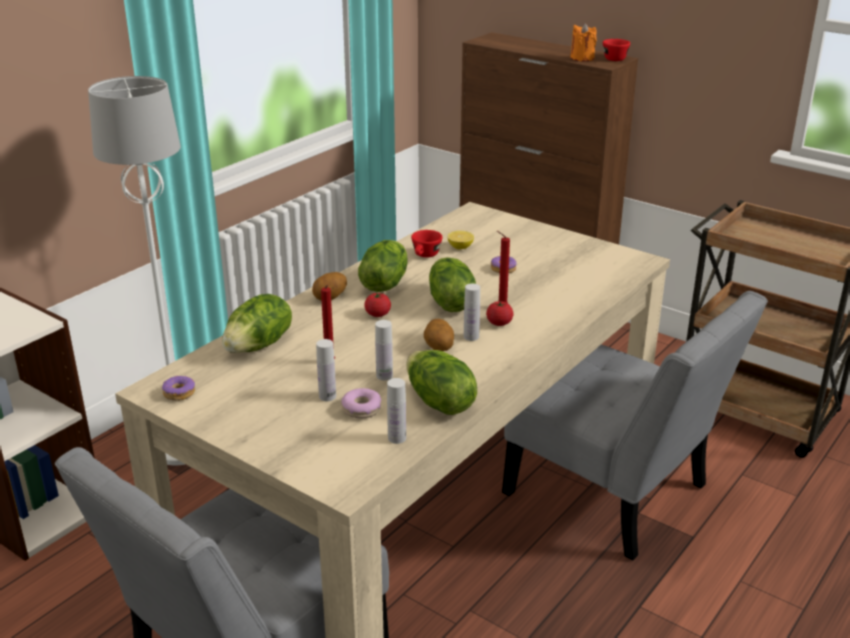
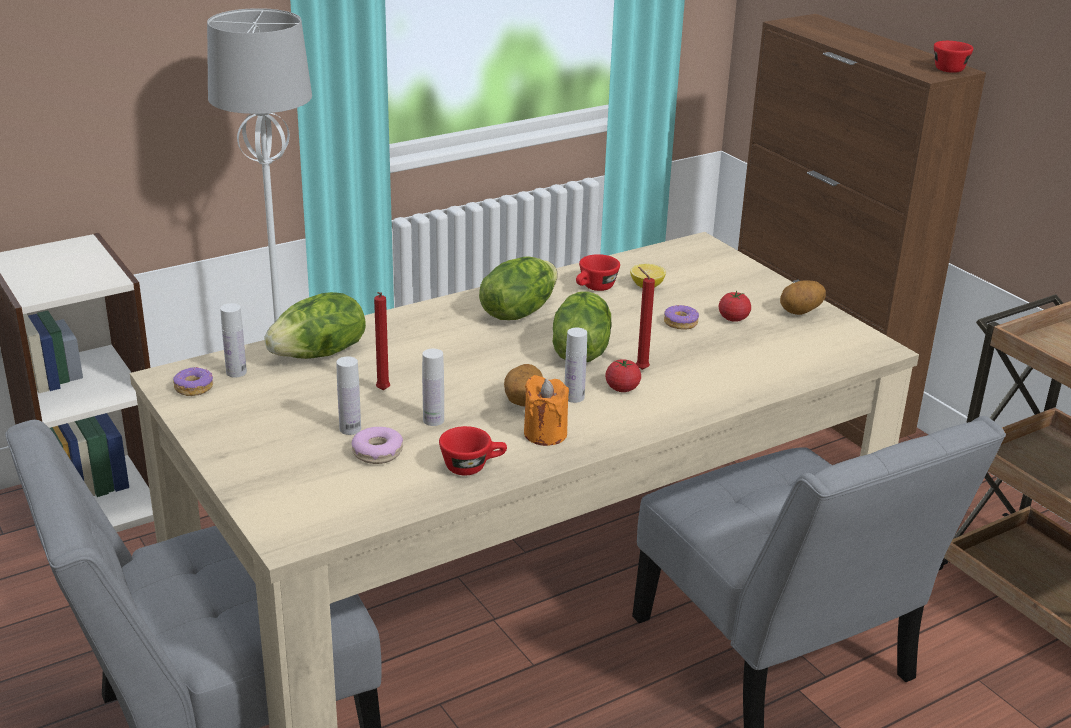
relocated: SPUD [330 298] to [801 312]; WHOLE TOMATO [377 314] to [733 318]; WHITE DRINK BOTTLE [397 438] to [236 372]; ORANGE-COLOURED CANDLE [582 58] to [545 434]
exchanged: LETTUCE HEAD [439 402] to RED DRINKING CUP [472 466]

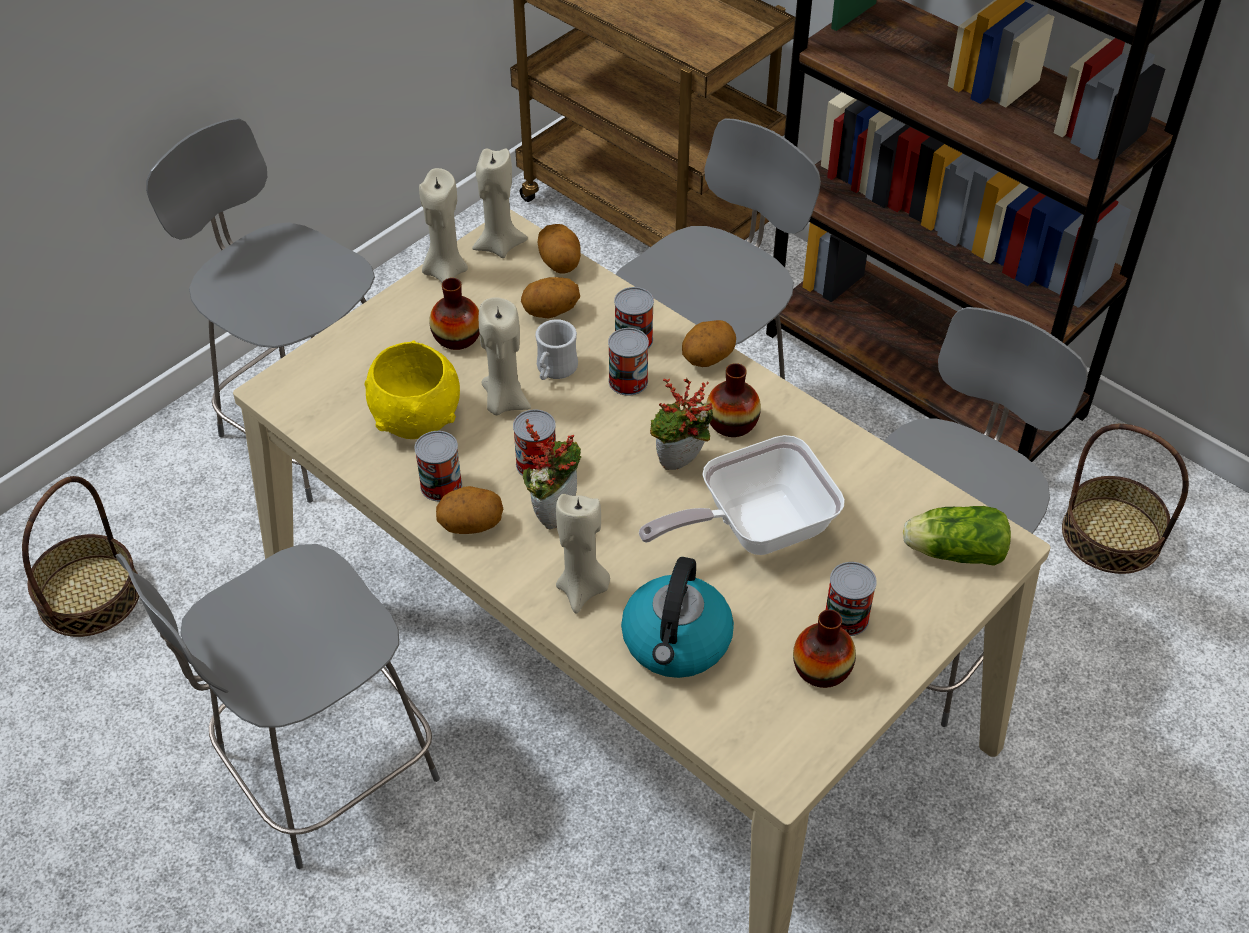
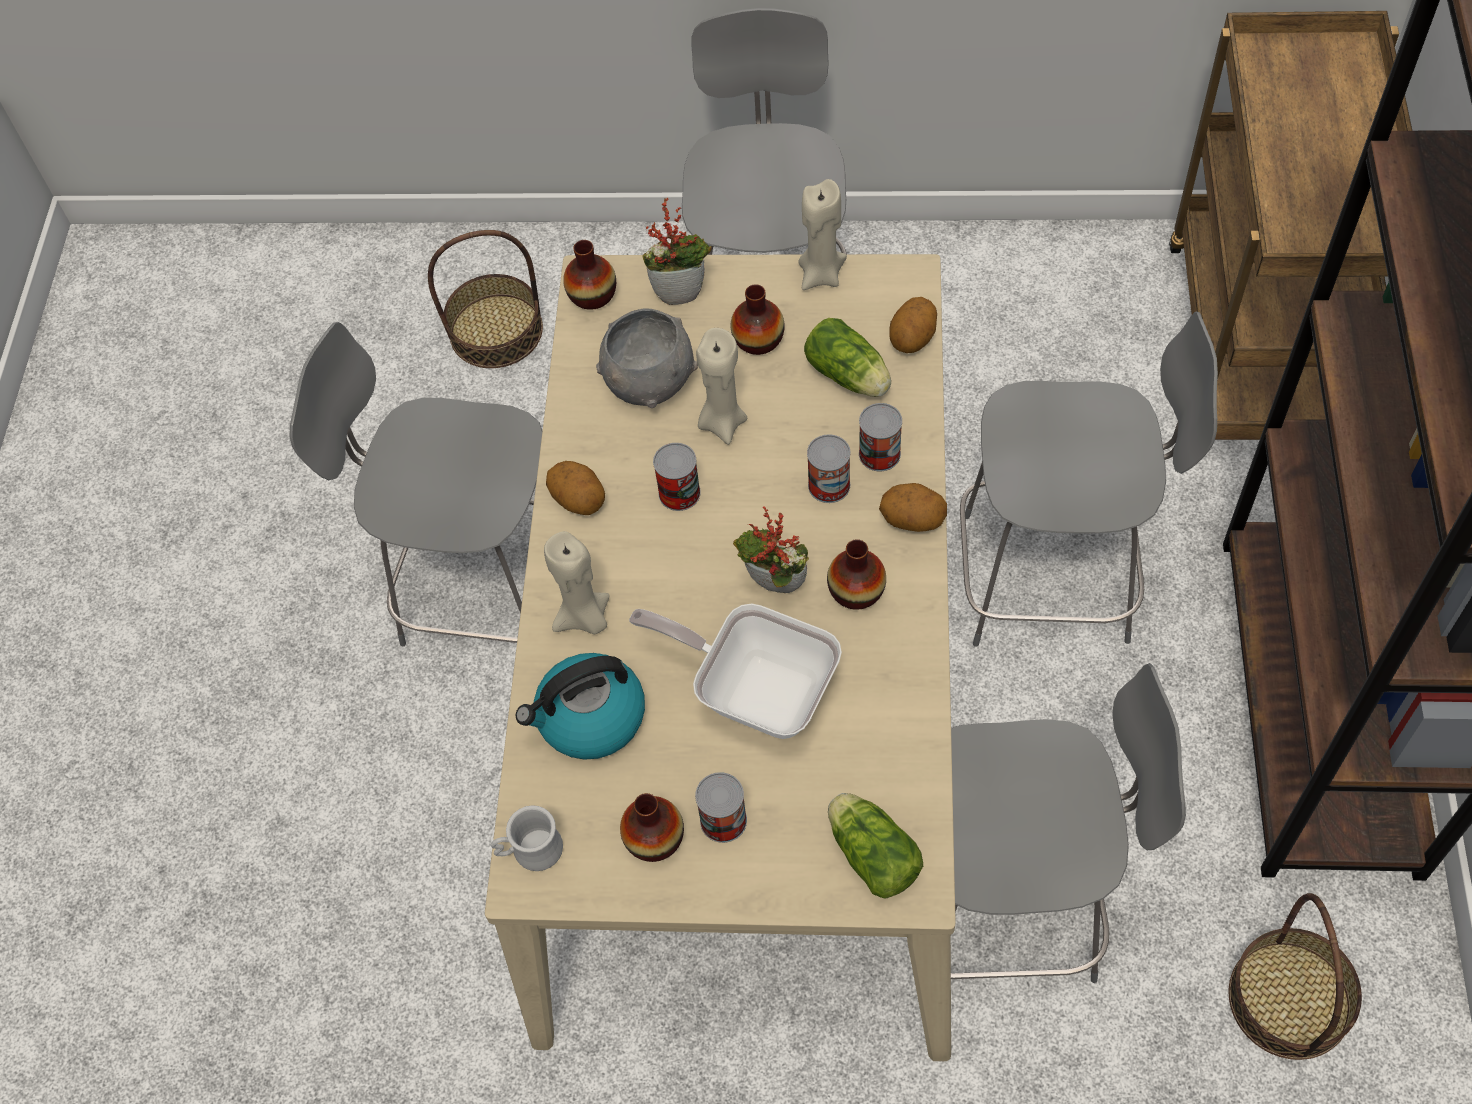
missing: SEALED CAN [441 485]; SAND-COLOURED CANDLE [499 245]
appeared: FLOWER VASE [592 295]
relocated: PLANT IN A POT [554 511] to [681 292]; WHITE COFFEE MUG [554 371] to [530 851]
exchanged: SPUD [551 313] to LETTUCE HEAD [850 377]
colour: YELLOW-COLOURED DEEP DISH [417 417] to GREYISH DEEP DISH [651 382]

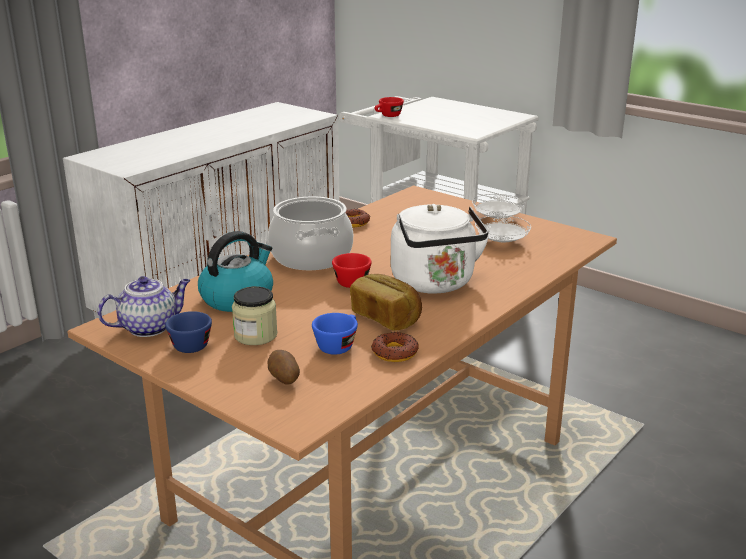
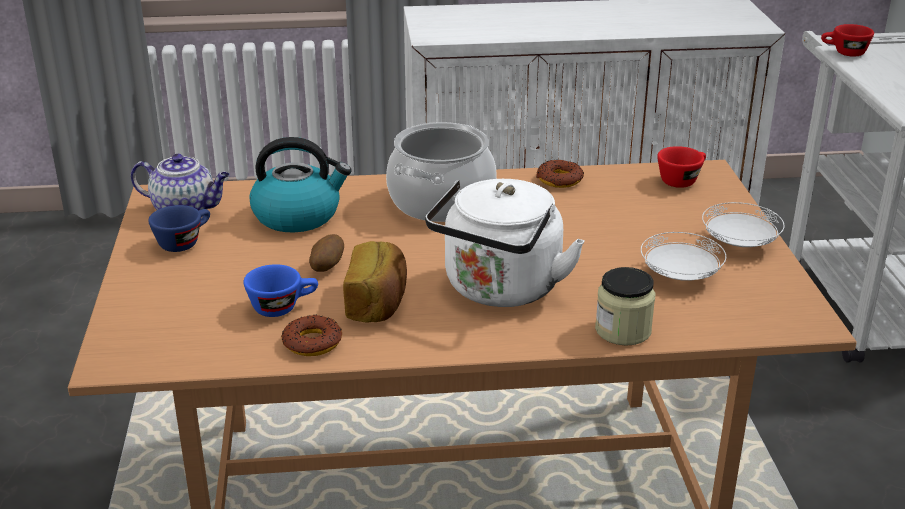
relocated: JAR [255 335] to [623 330]; SPUD [283 379] to [327 266]; RED DRINKING CUP [352 281] to [682 180]

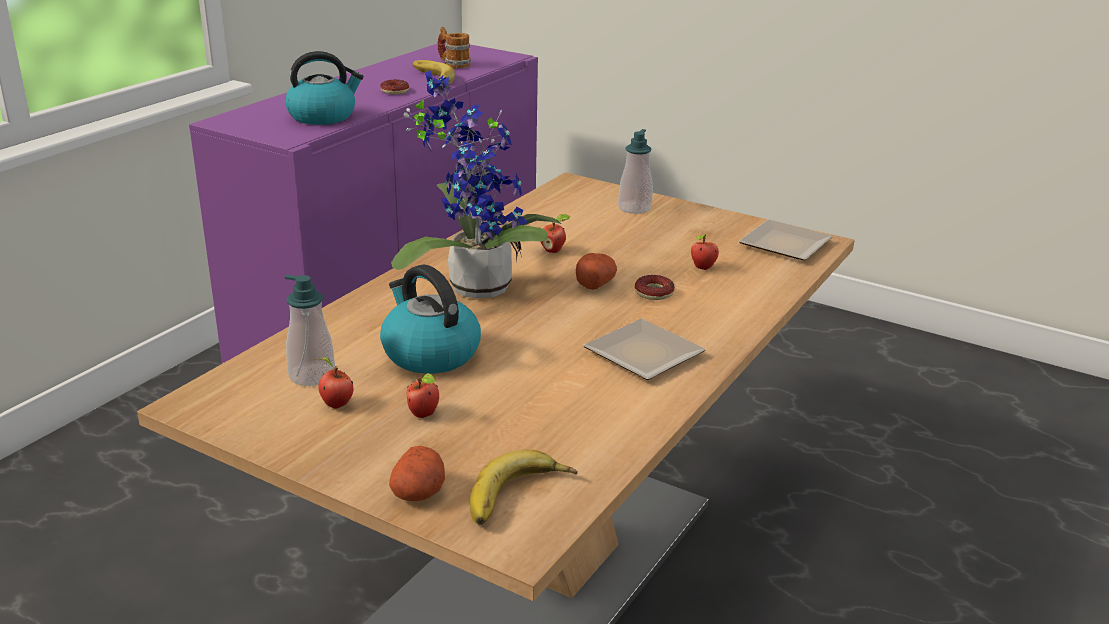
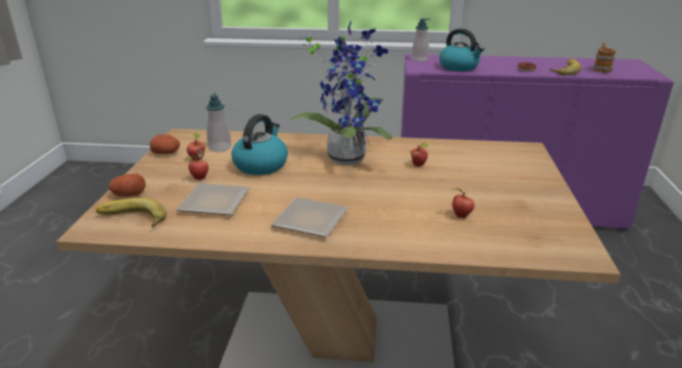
missing: DONUT [654 293]
relocated: SPUD [595 283] to [167 153]; SOAP BOTTLE [634 208] to [419 59]; PLATE [786 246] to [212 203]

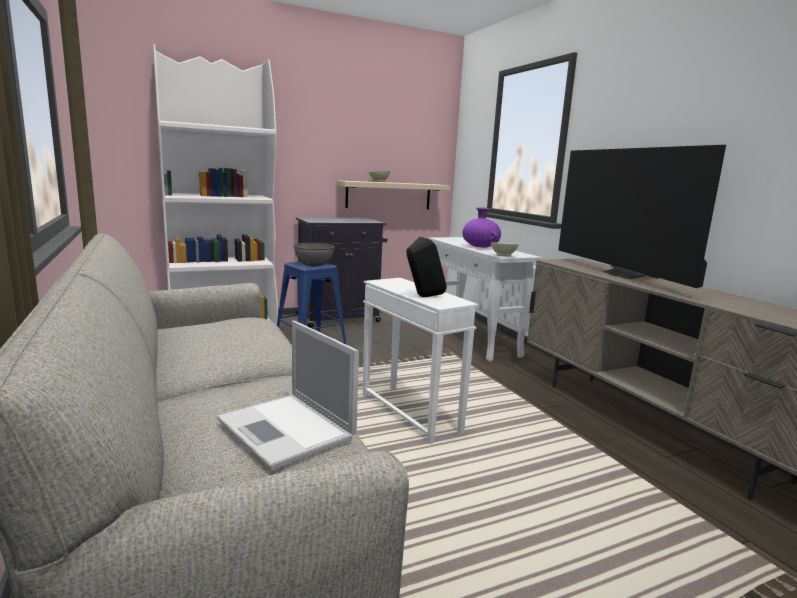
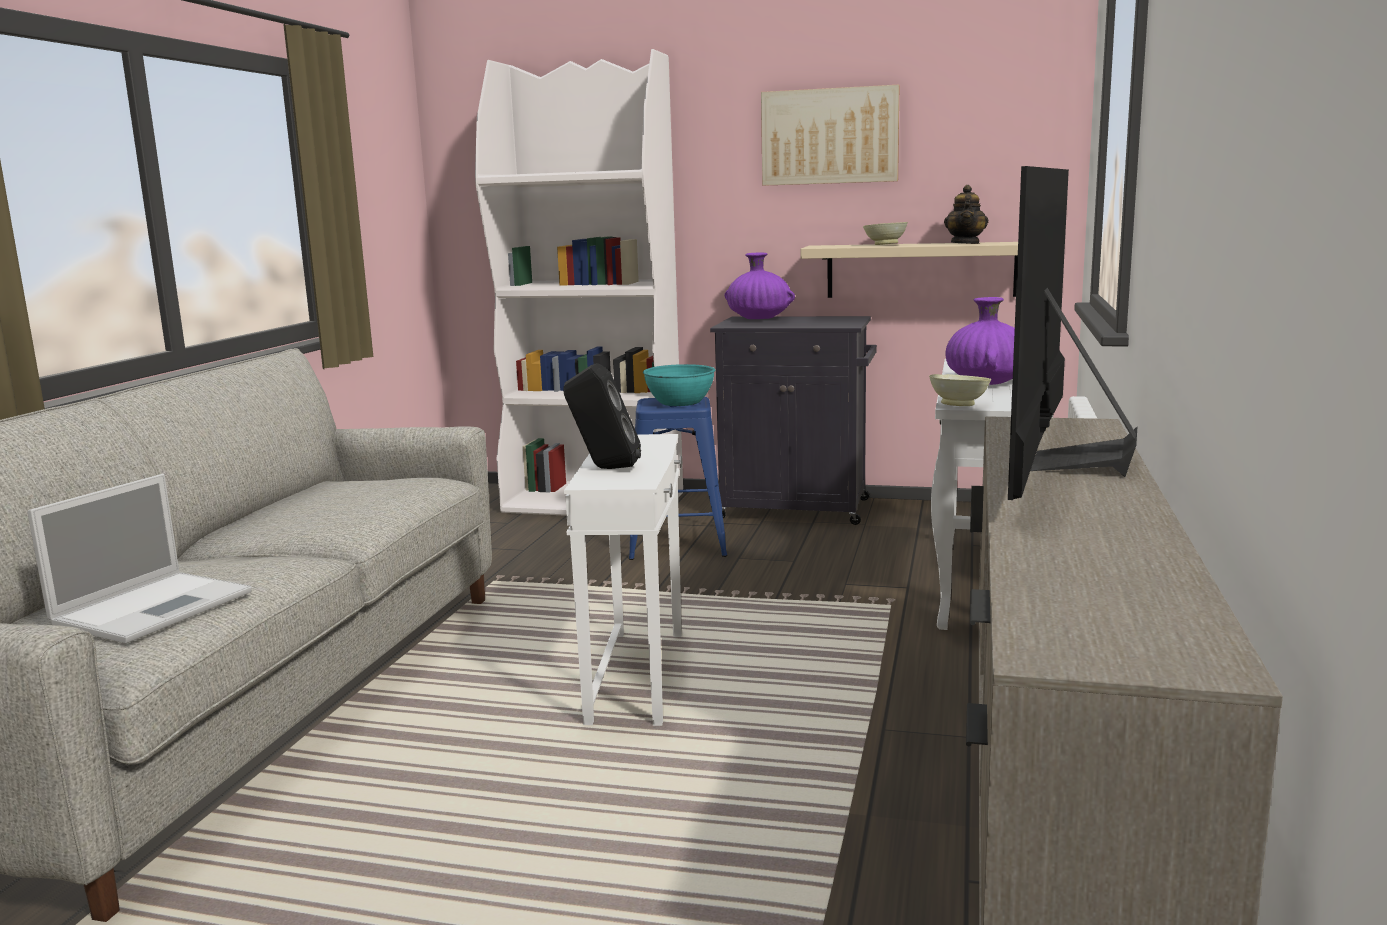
appeared: PURPLISH FLOWER VASE [759 319]; PICTURE [829 136]; TEAPOT [965 243]
colour: GREYISH DEEP DISH [314 264] to TURQUOISE-COLOURED DEEP DISH [680 402]
spun: LAPTOP [287 430] = [155 607] 150 degrees counterclockwise

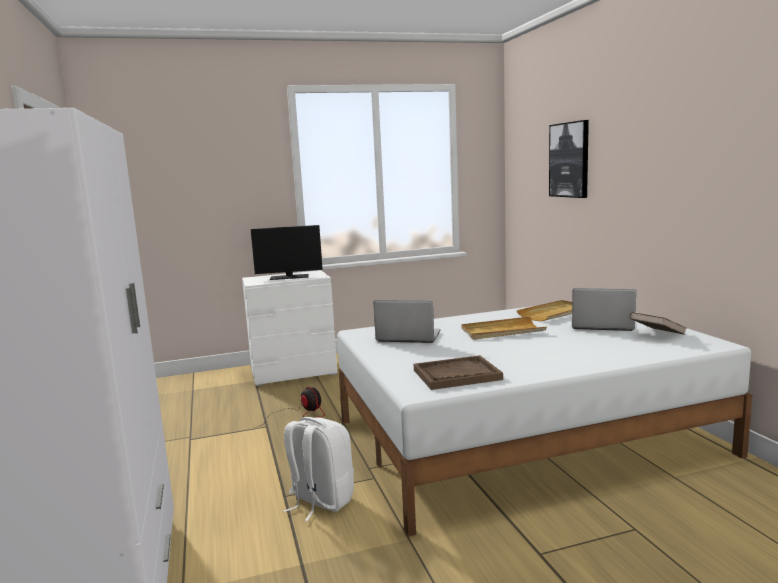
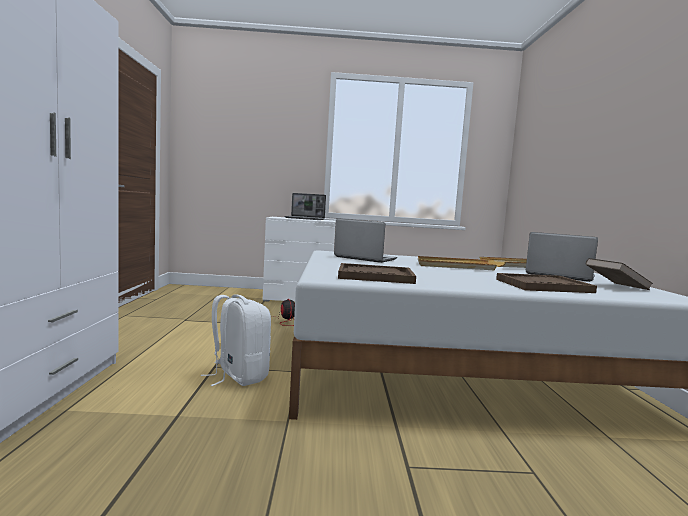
missing: PICTURE [569 160]
appeared: BROWN-COLOURED CARRYING TRAY [543 286]
exchanged: COMPUTER DISPLAY [289 277] to LAPTOP [305 219]

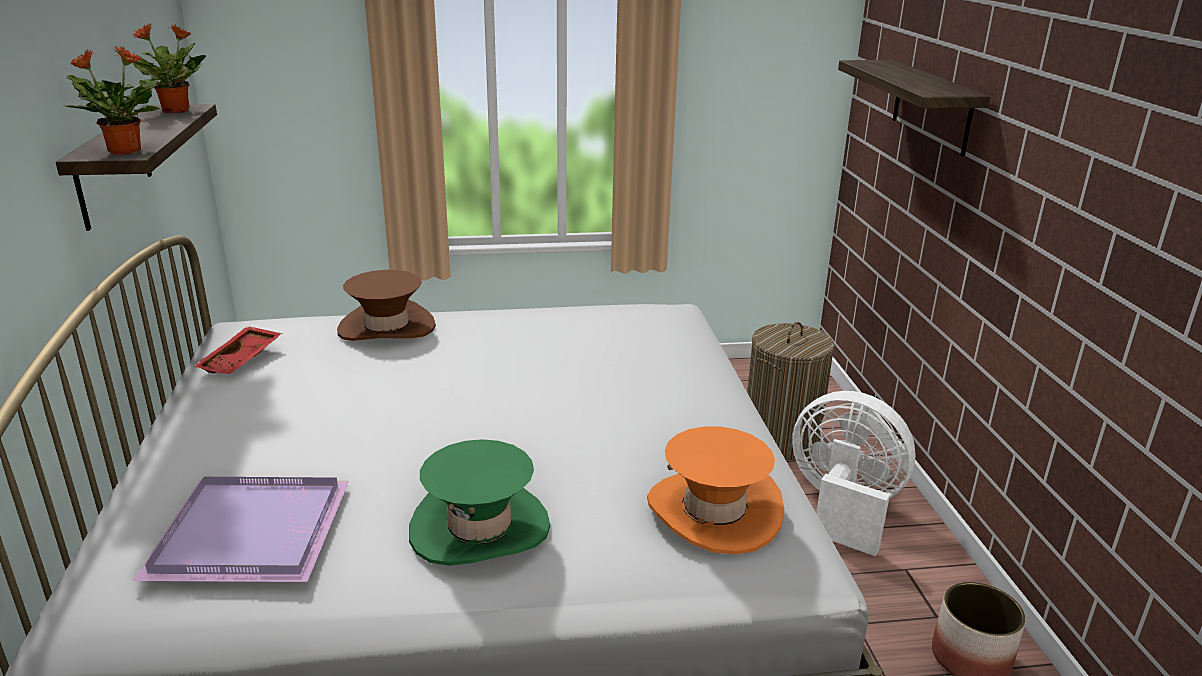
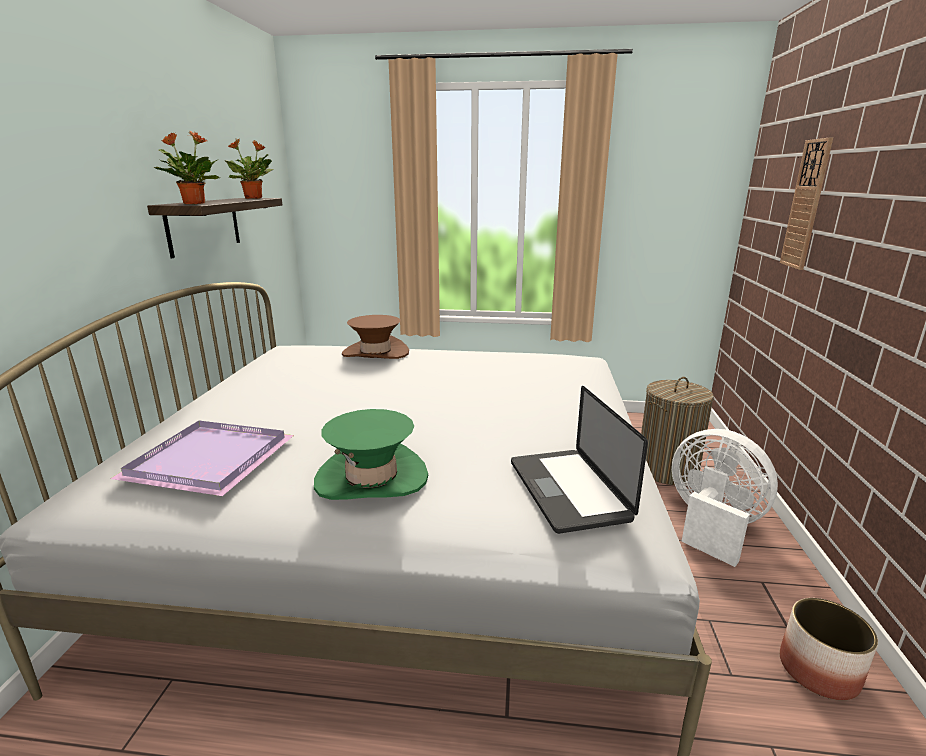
missing: RED CARRYING TRAY [242 360]
exchanged: ORANGE-COLOURED HAT [714 511] to LAPTOP [568 490]; WALL SHELF [932 107] to HANGING CLOCK [806 205]

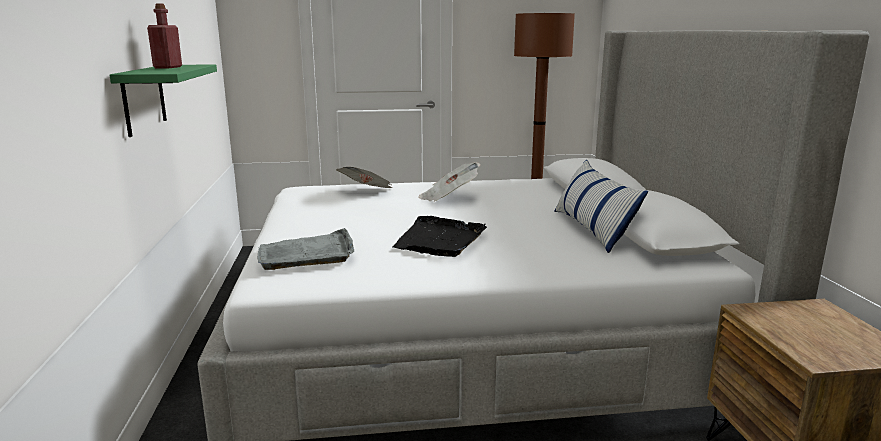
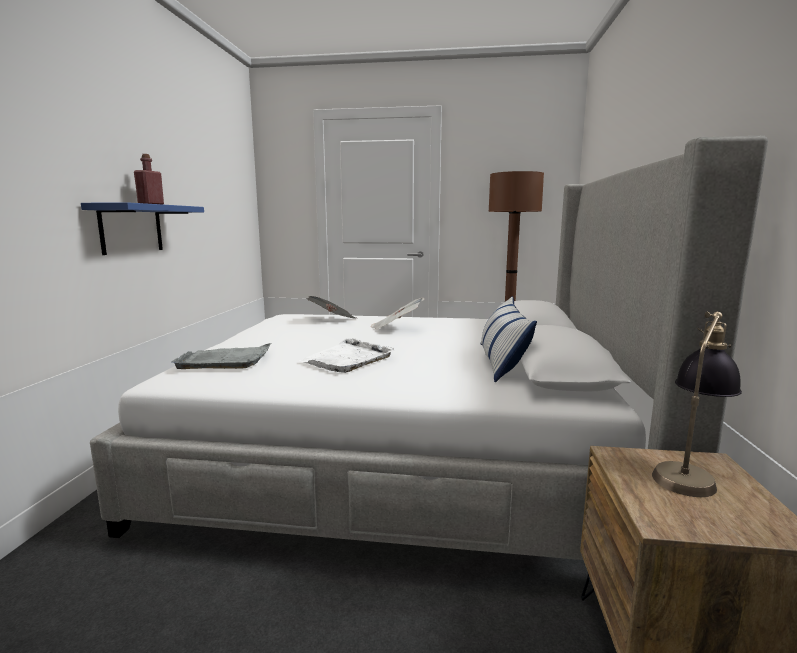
appeared: LAMP FOR A TABLE [690 472]
colour: GREENISH WALL SHELF [144 98] to BLUE WALL SHELF [131 228]; BLACKISH CARRYING TRAY [439 240] to WHITE CARRYING TRAY [348 359]

